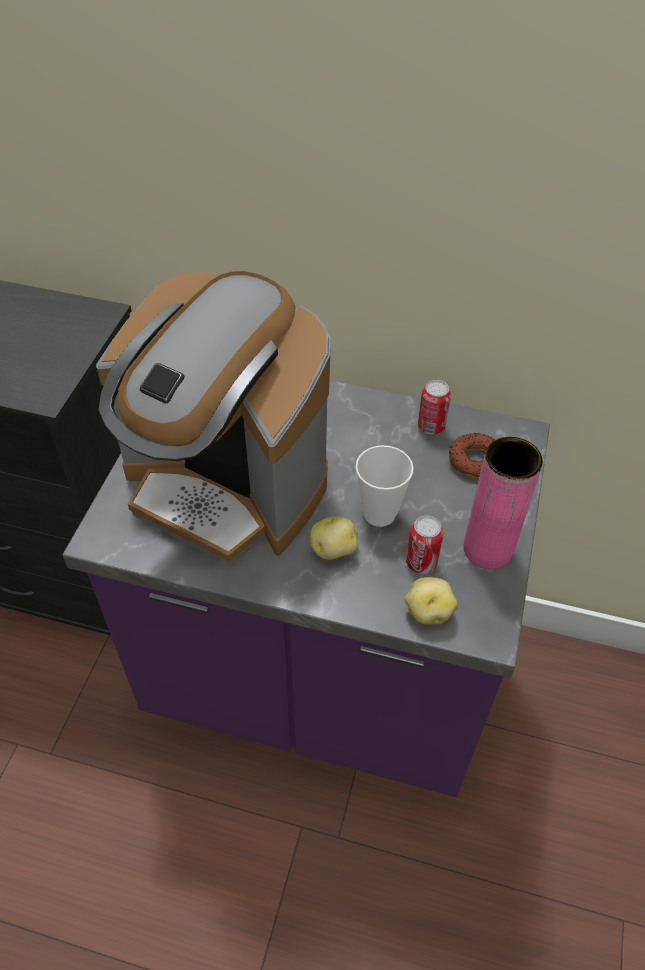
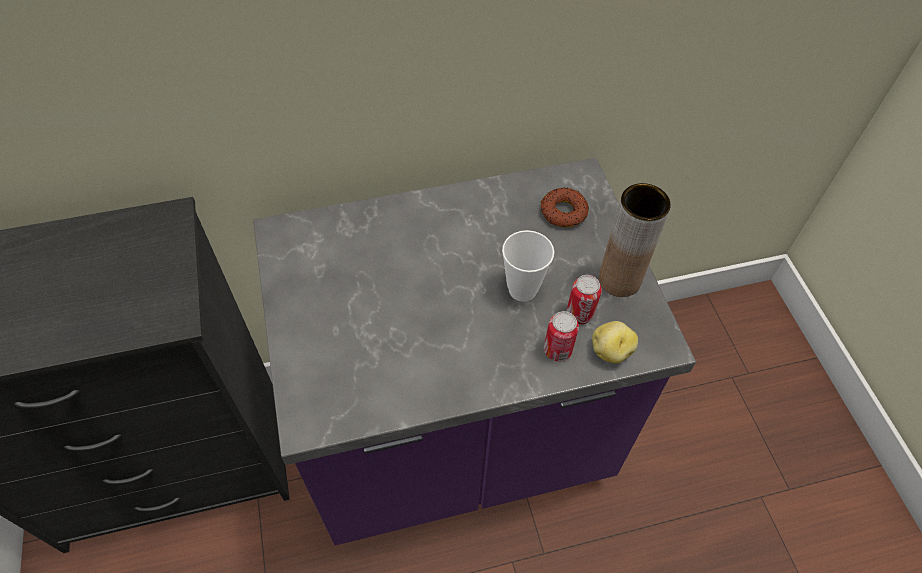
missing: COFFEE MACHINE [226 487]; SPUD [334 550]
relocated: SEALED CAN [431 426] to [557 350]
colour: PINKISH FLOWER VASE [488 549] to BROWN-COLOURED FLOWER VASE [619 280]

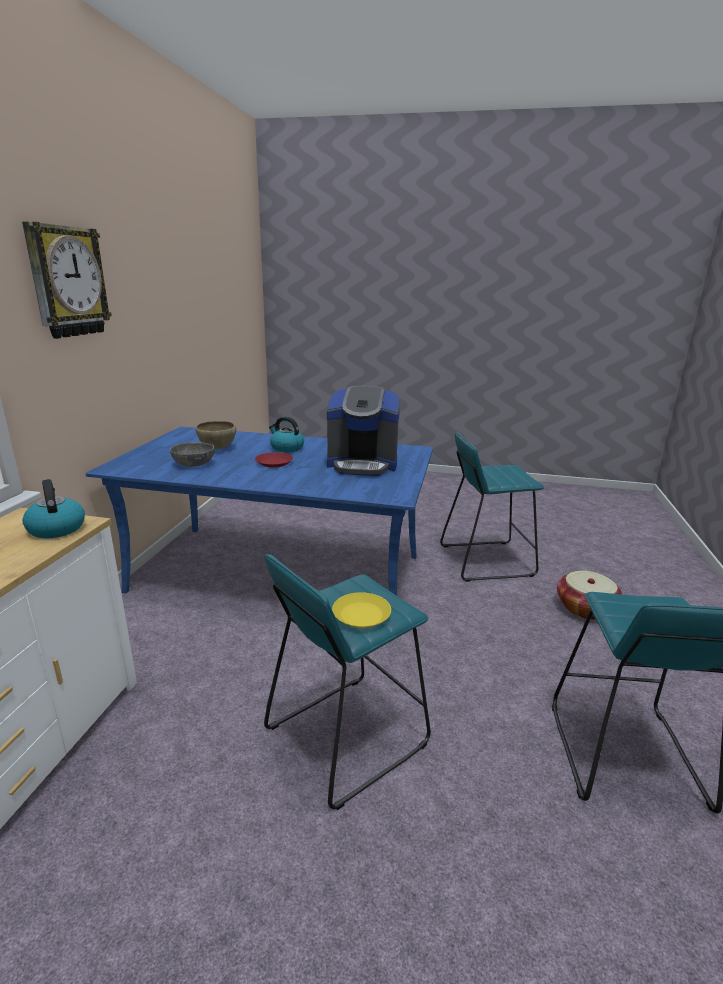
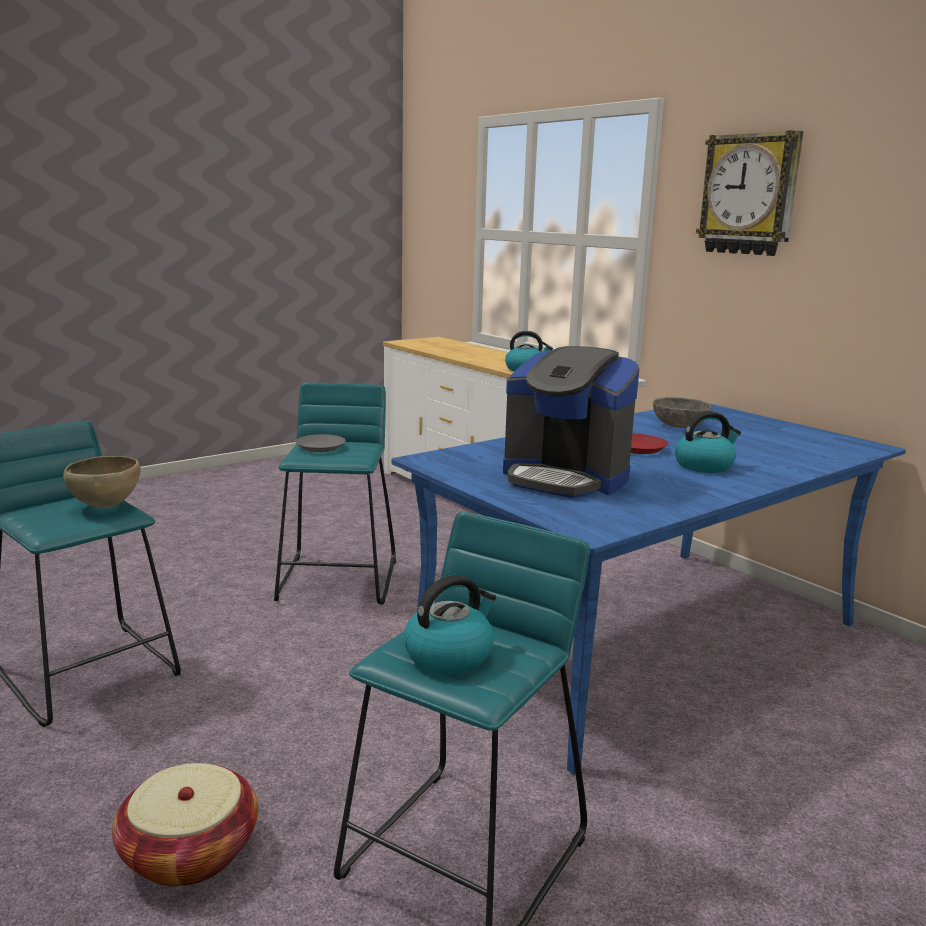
appeared: TEA KETTLE [449 654]
relocated: BROWN-COLOURED DEEP DISH [217 449] to [106 506]
colour: YELLOW-COLOURED PLATE [361 615] to GREYISH PLATE [320 447]
spun: COFFEE MACHINE [362 464] = [565 478] 105 degrees counterclockwise

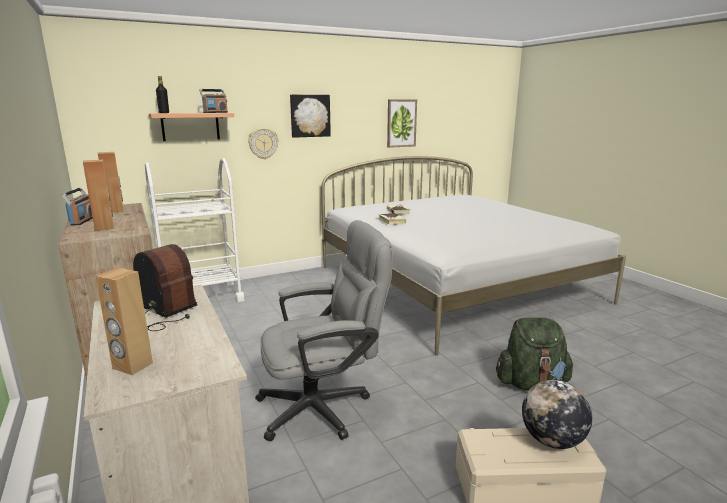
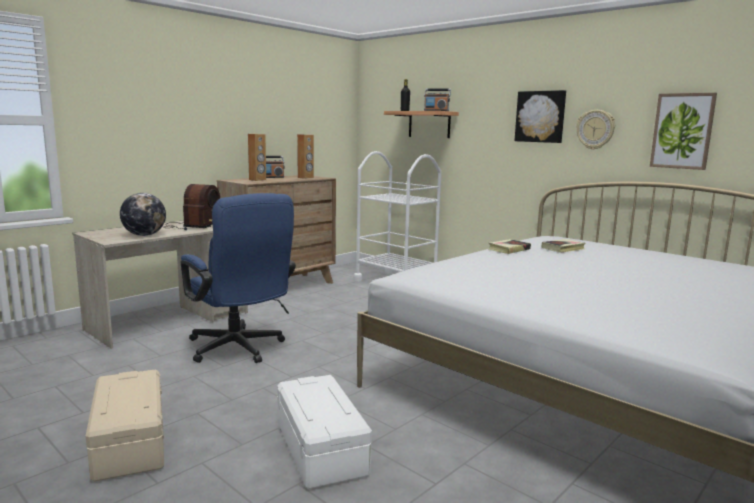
missing: BROWN-COLOURED SPEAKER [132 366]
relocated: HANGING CLOCK [263 143] to [595 129]; WORLD GLOBE [552 440] to [144 235]
exchanged: GREENISH BACKPACK [531 383] to WHITE STORAGE CONTAINER [322 448]
colour: GREYISH OFFICE CHAIR [324 406] to BLUE OFFICE CHAIR [239 350]

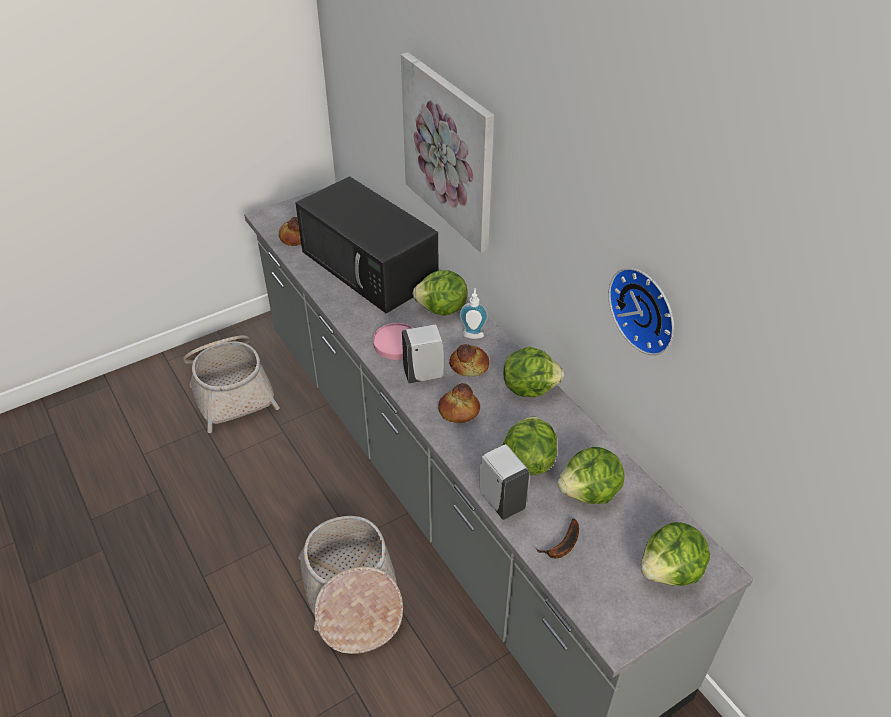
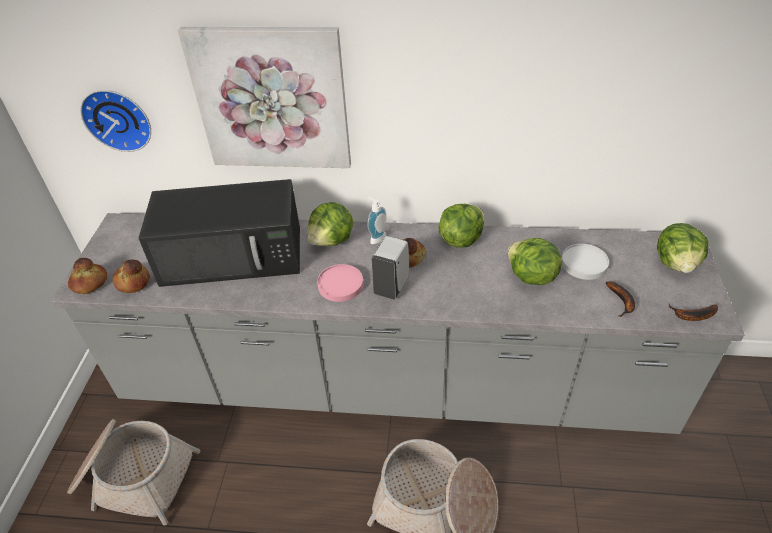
missing: WHITE SOAP BOTTLE [501 500]
appeared: BANANA FRUIT [692 316]
relocated: BAKERY BREAD [458 411] to [90 283]; HANGING CLOCK [646 309] to [118 118]
exchanged: LETTUCE HEAD [589 493] to WHITE PLATE [584 263]

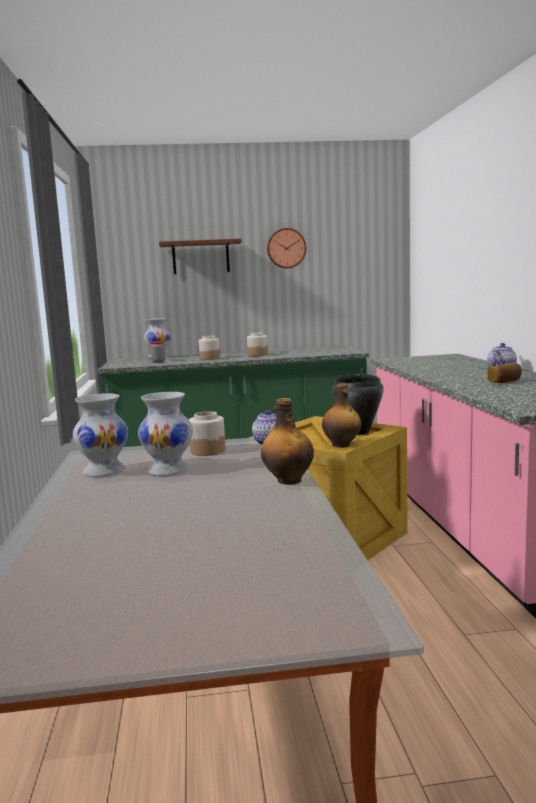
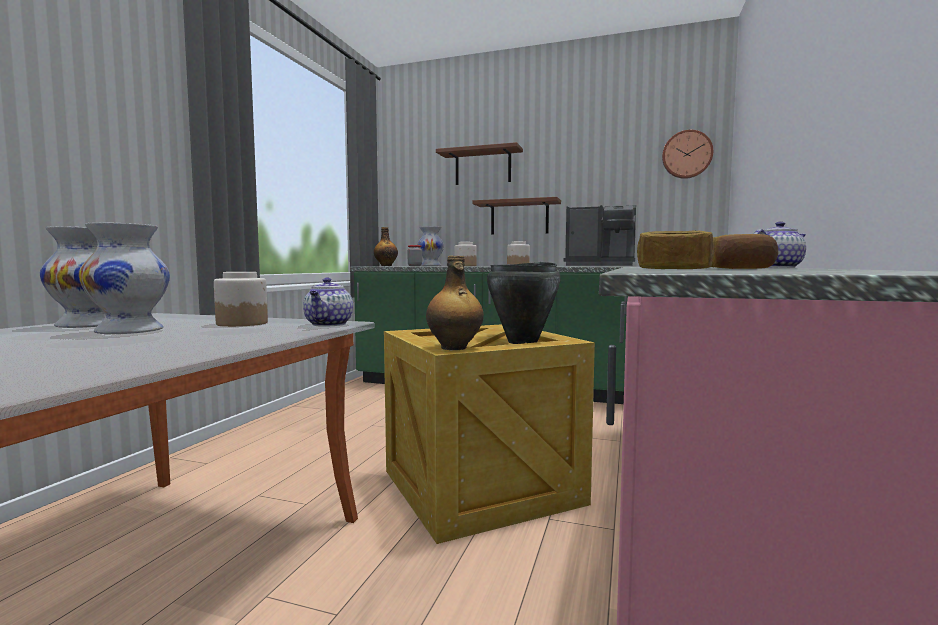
appeared: BROWN-COLOURED WALL SHELF [519 218]; COFFEE MACHINE [602 266]; BAKERY BREAD [673 269]
relocated: DRINK BOTTLE [288 481] to [386 266]; HANGING CLOCK [286 248] to [687 154]

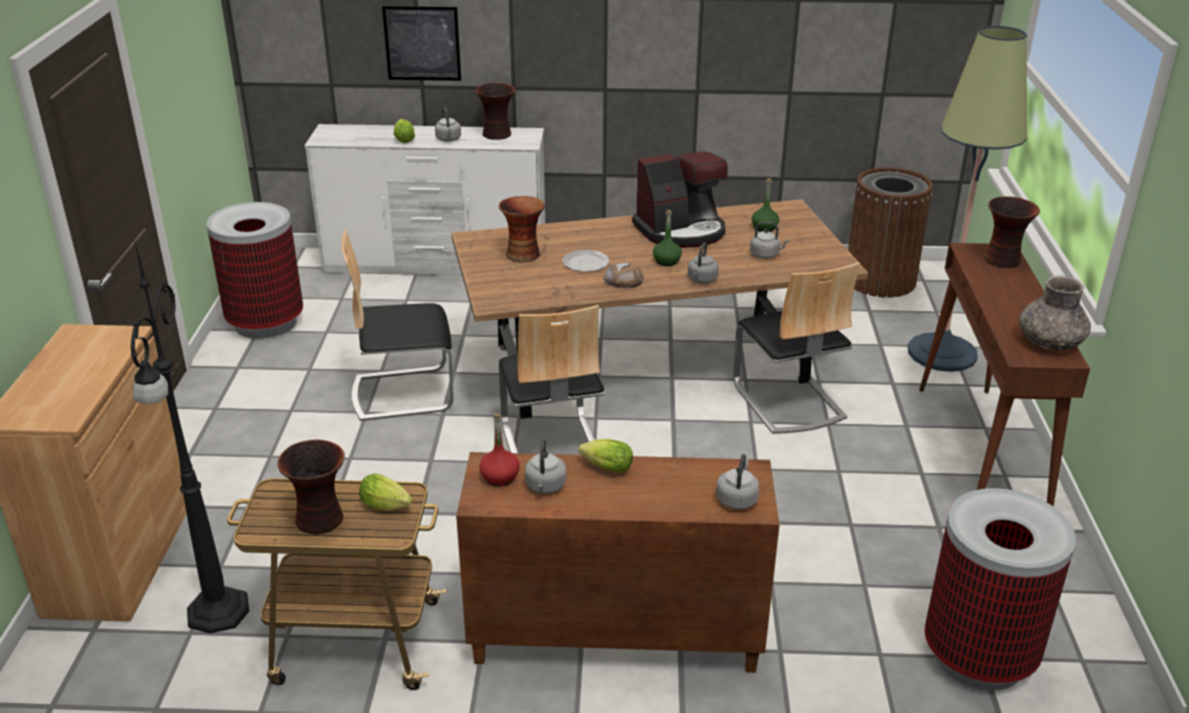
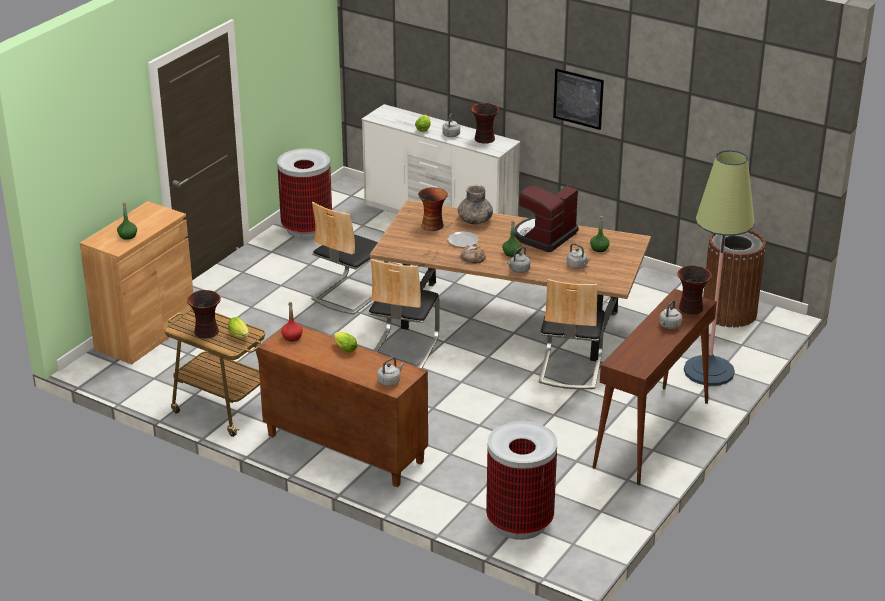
missing: BLACKISH FLOOR LAMP [217 613]
appeared: GREENISH DRINK BOTTLE [128 236]
relocated: PICTURE [422 43] to [578 98]; GREYISH TEA KETTLE [545 487] to [669 326]; GREYISH FLOWER VASE [1050 342] to [475 220]
spun: CHAIR [403 393] = [349 293] 75 degrees counterclockwise; COFFEE MACHINE [681 231] = [544 236] 120 degrees clockwise

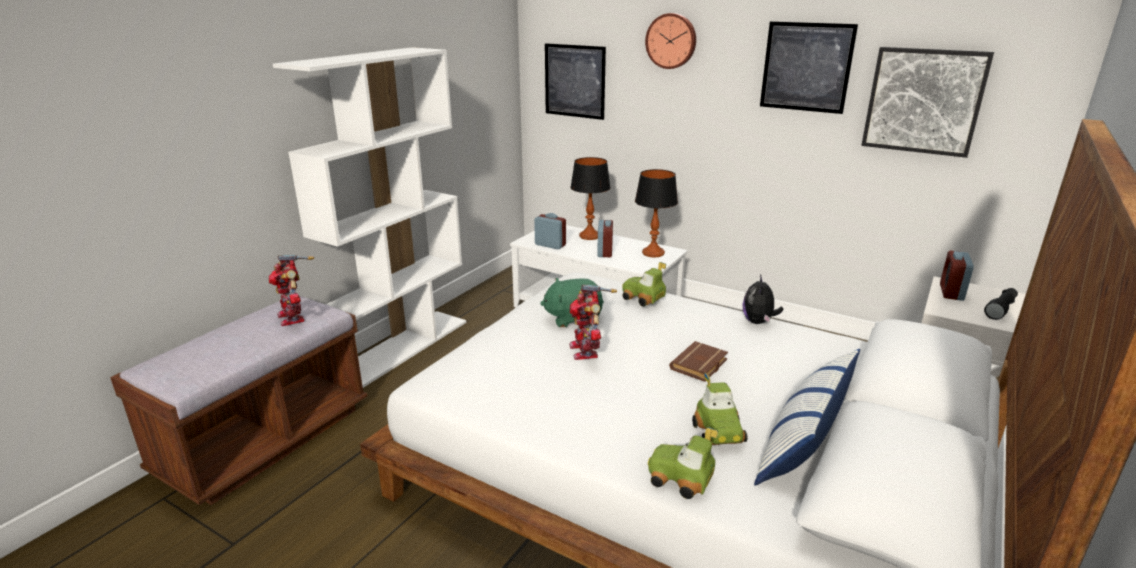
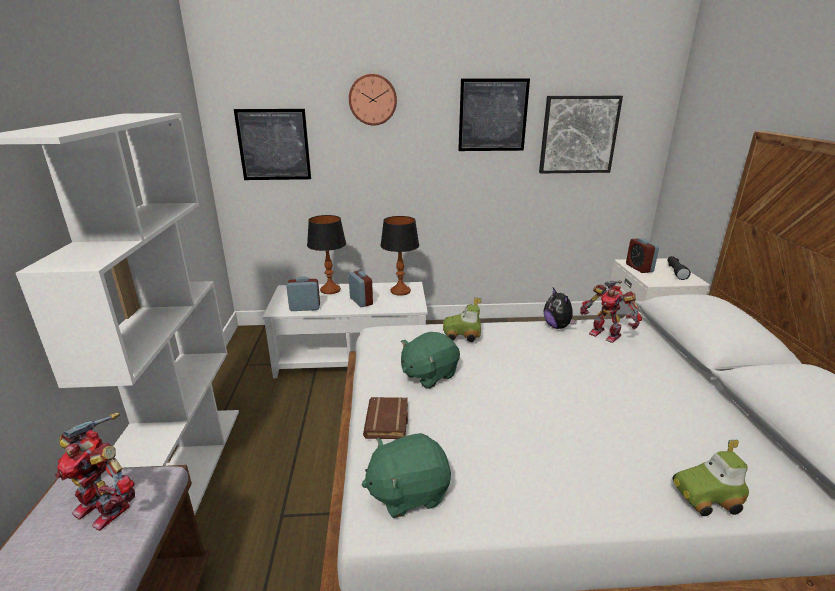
missing: MINIATURE CAR [719 432]; CUSHION [802 442]
appeared: GREENISH CUDDLY TOY [408 492]
relocated: MODEL ROBOT [586 350] to [605 334]; BROWN-COLOURED VOLUME [699 366] to [388 422]

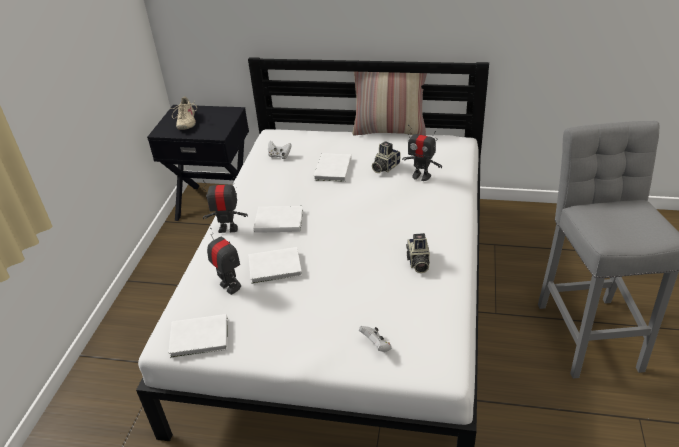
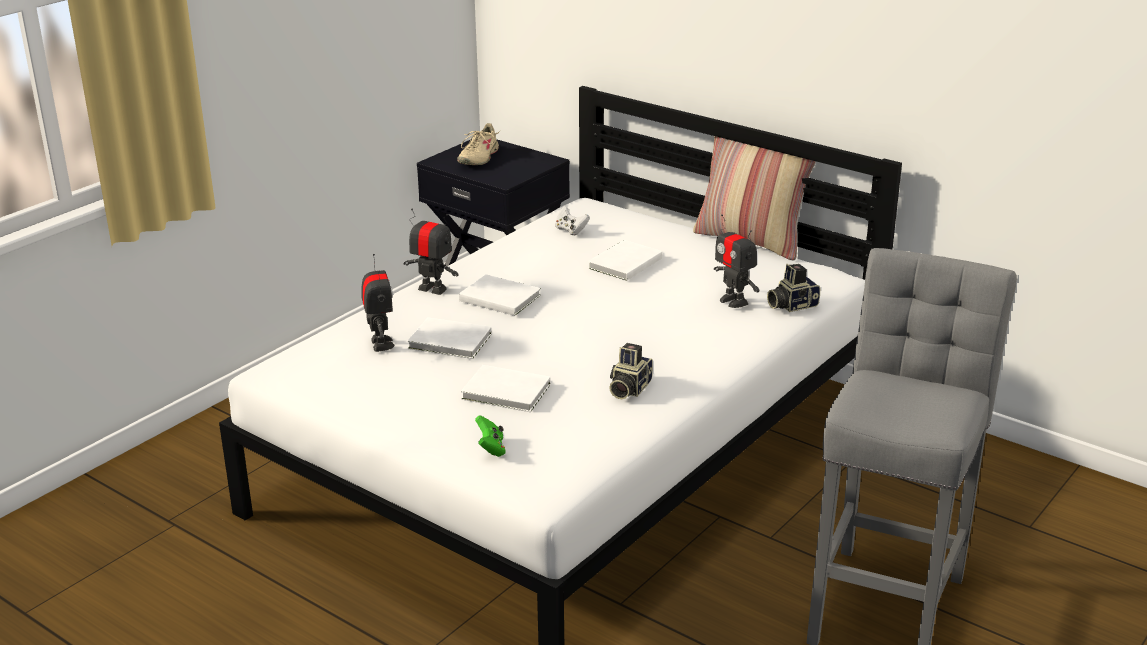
relocated: WHITE VOLUME [201 338] to [507 393]; PHOTO CAMERA [384 167] to [791 305]
colour: WHITE JOYPAD [376 346] to GREENISH JOYPAD [491 448]

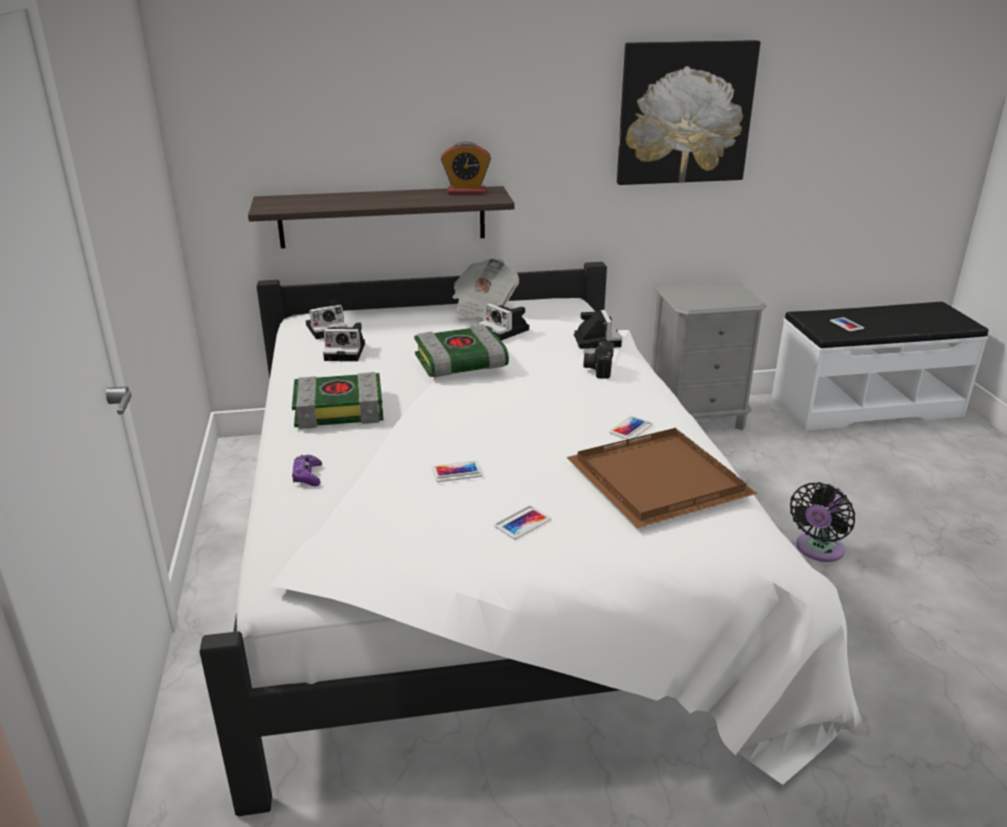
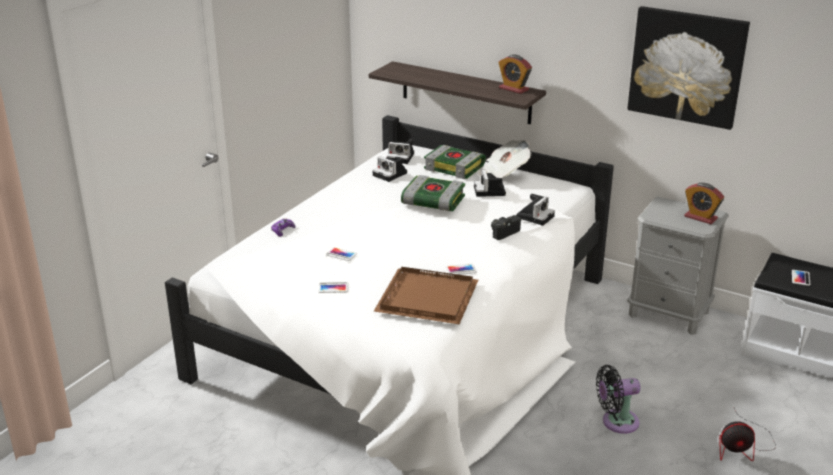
appeared: TABLE CLOCK [700 217]; COOLING FAN [742 447]
relocated: VOLUME [340 409] to [455 167]

